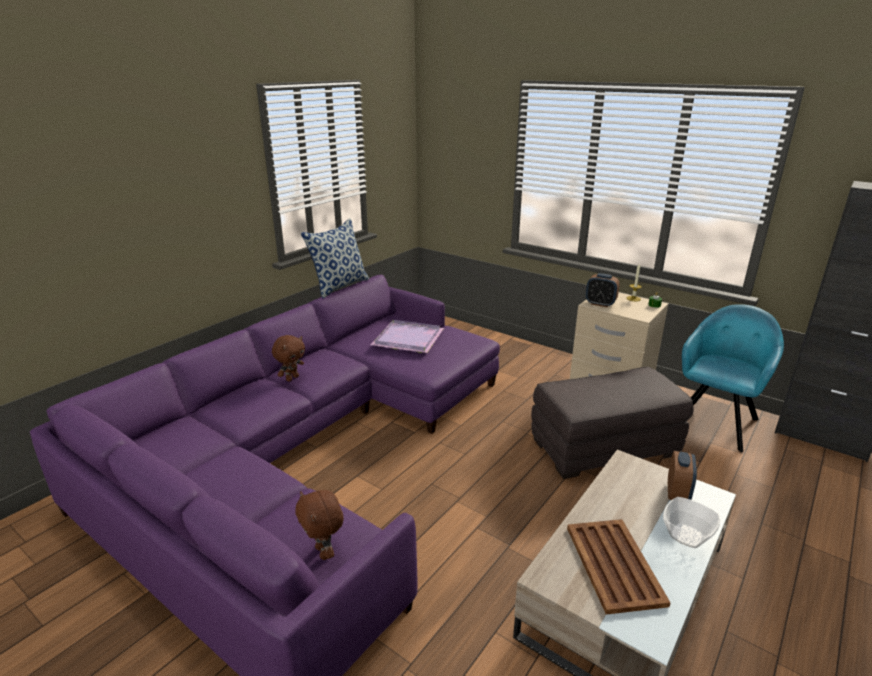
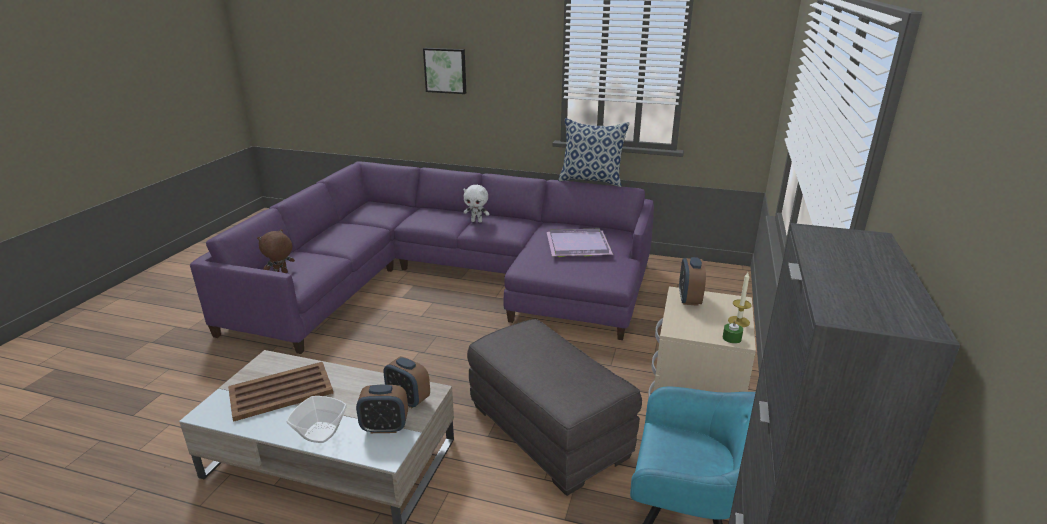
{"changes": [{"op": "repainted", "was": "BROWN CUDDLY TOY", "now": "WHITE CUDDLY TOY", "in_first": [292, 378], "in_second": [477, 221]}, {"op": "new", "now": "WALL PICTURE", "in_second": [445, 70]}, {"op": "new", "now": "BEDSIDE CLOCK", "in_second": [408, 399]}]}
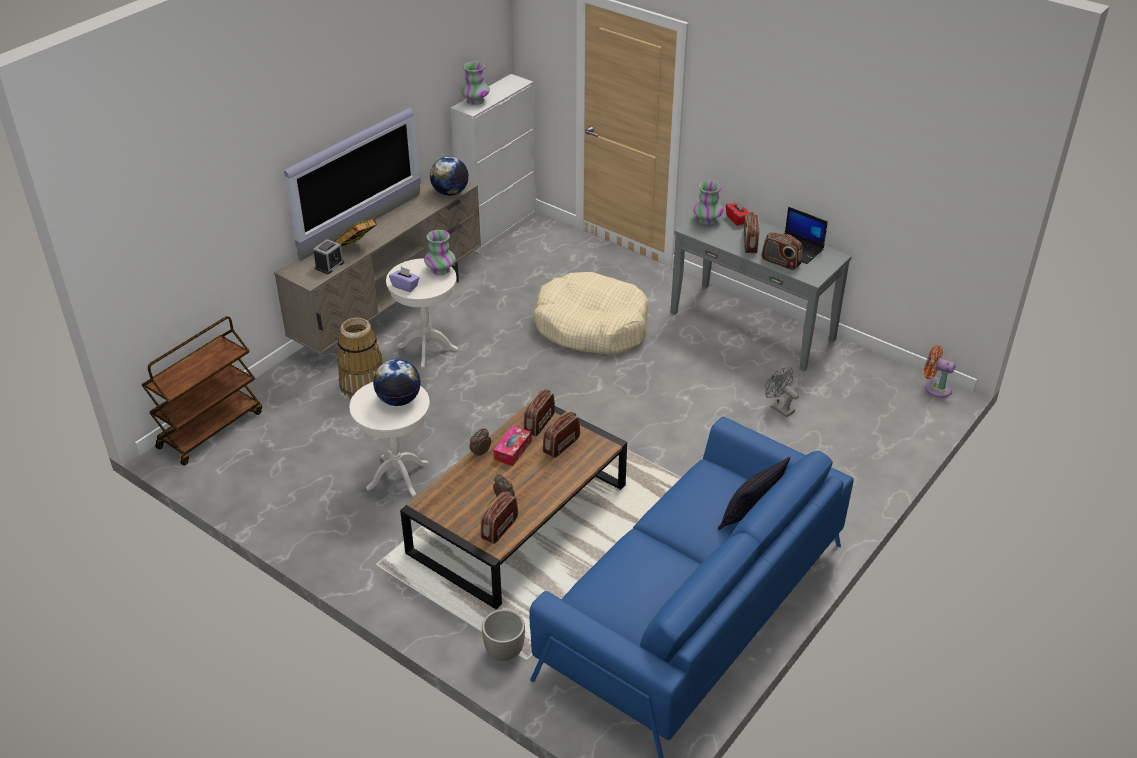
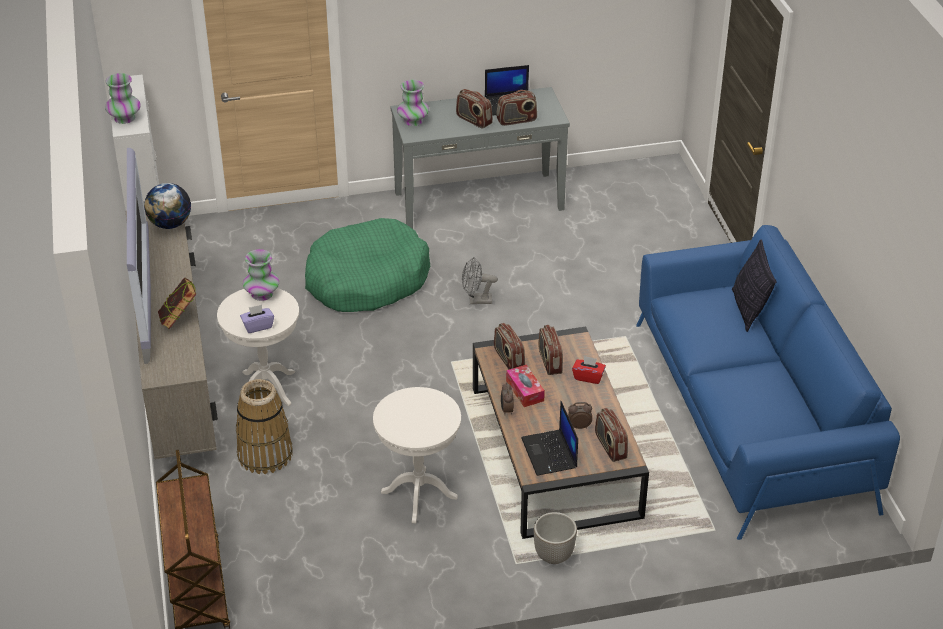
{"changes": [{"op": "shifted", "was": "RED-COLOURED TISSUE HOLDER", "in_first": [737, 219], "in_second": [588, 377]}, {"op": "gone", "was": "BEDSIDE CLOCK", "in_first": [329, 265]}, {"op": "repainted", "was": "BEIGE-COLOURED PET BED", "now": "GREEN PET BED", "in_first": [591, 326], "in_second": [366, 280]}, {"op": "gone", "was": "ORANGE FAN", "in_first": [935, 388]}, {"op": "gone", "was": "GLOBE", "in_first": [399, 400]}, {"op": "shifted", "was": "GRAY FAN", "in_first": [779, 408], "in_second": [476, 300]}, {"op": "shifted", "was": "FLOWER POT", "in_first": [505, 652], "in_second": [554, 555]}, {"op": "new", "now": "PORTABLE COMPUTER", "in_second": [550, 453]}]}
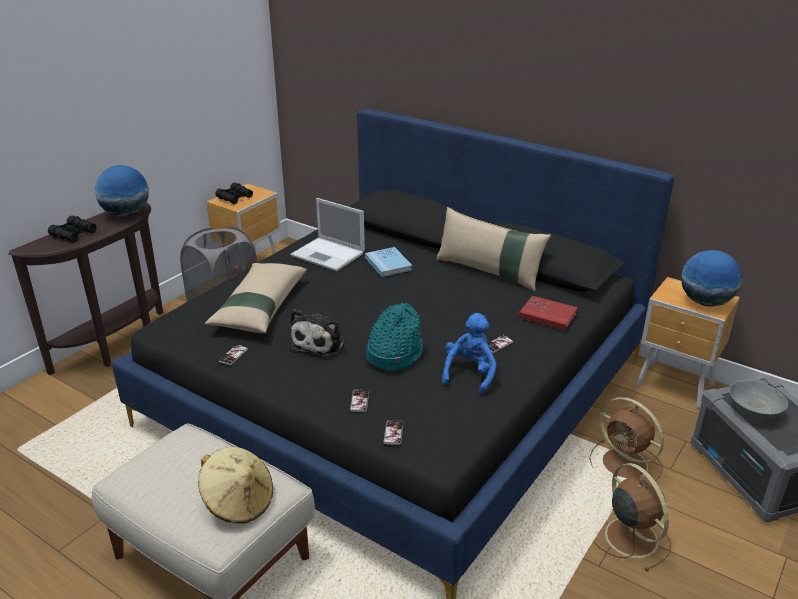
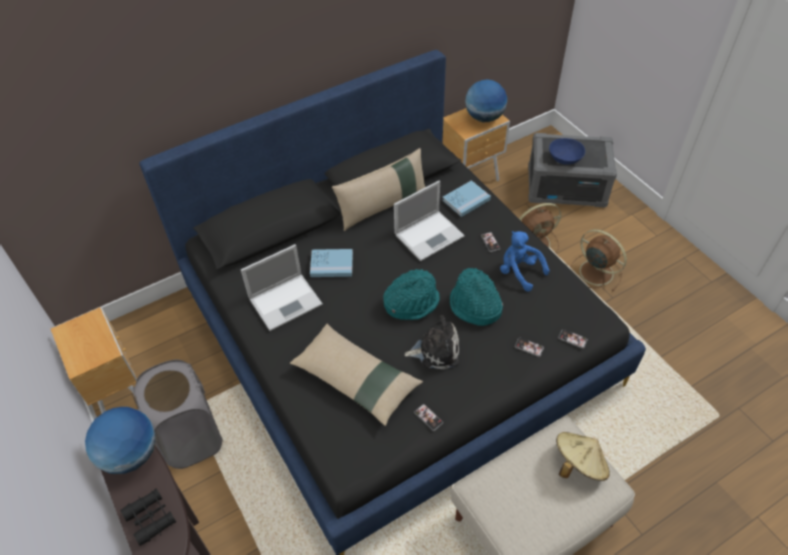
{"changes": [{"op": "gone", "was": "BLACK-COLOURED BINOCULARS", "in_first": [235, 197]}, {"op": "repainted", "was": "RED-COLOURED BOUND BOOK", "now": "BLUISH BOUND BOOK", "in_first": [547, 315], "in_second": [466, 200]}, {"op": "rotated", "was": "CUDDLY TOY", "in_first": [319, 342], "in_second": [435, 350], "clockwise": -45}, {"op": "repainted", "was": "GRAY DEEP DISH", "now": "BLUISH DEEP DISH", "in_first": [752, 411], "in_second": [565, 159]}, {"op": "rotated", "was": "BROWN FAN", "in_first": [629, 536], "in_second": [595, 271], "clockwise": 45}, {"op": "new", "now": "PORTABLE COMPUTER", "in_second": [430, 235]}, {"op": "new", "now": "TURQUOISE CLOTHING HAT", "in_second": [411, 302]}]}
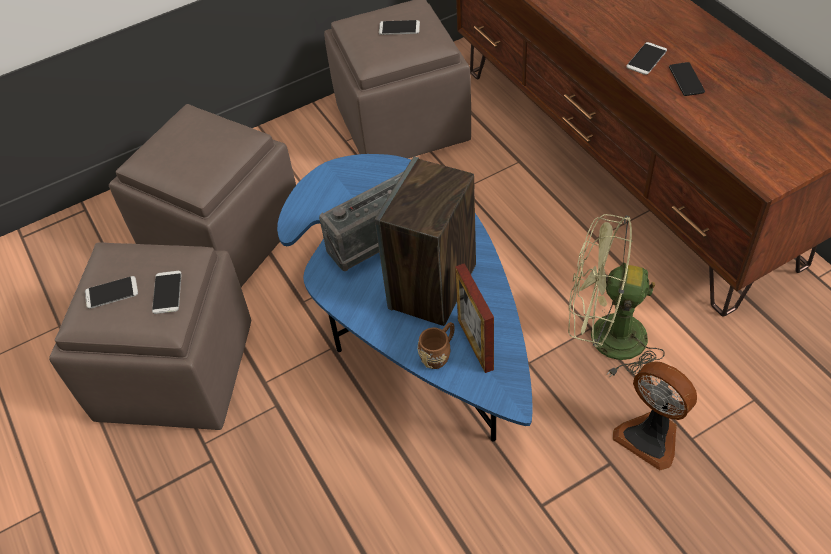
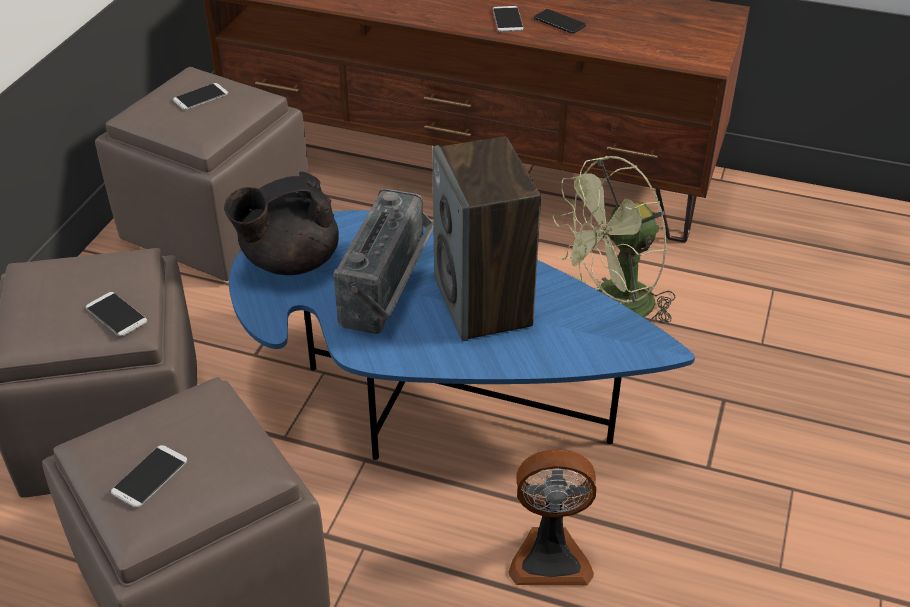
{"changes": [{"op": "gone", "was": "PHOTO FRAME", "in_first": [475, 344]}, {"op": "shifted", "was": "TELEPHONE", "in_first": [167, 292], "in_second": [116, 315]}, {"op": "gone", "was": "BROWN COFFEE MUG", "in_first": [439, 354]}, {"op": "shifted", "was": "FAN", "in_first": [650, 436], "in_second": [550, 556]}, {"op": "new", "now": "BLACK-COLOURED TEA POT", "in_second": [289, 262]}]}
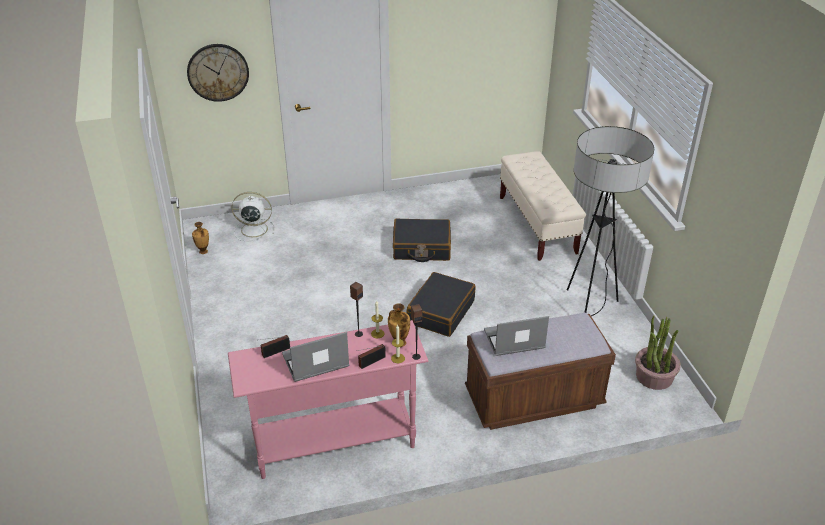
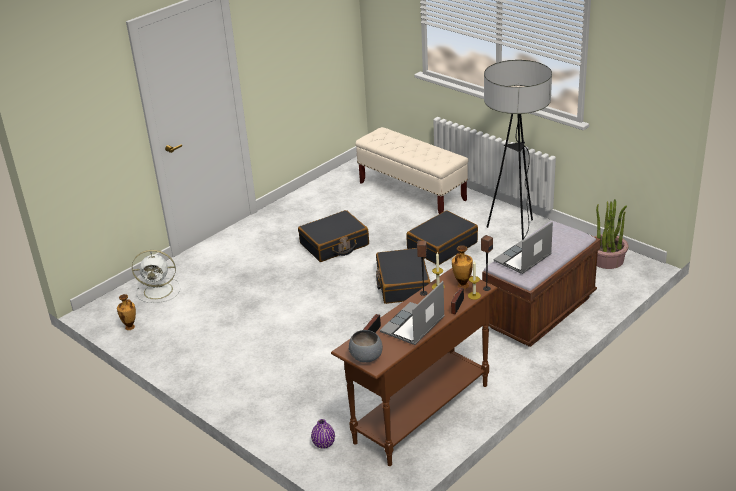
{"changes": [{"op": "gone", "was": "WALL CLOCK", "in_first": [218, 72]}, {"op": "rotated", "was": "WHITE FAN", "in_first": [253, 229], "in_second": [159, 291], "clockwise": -150}, {"op": "repainted", "was": "PINK-COLOURED NARROW TABLE", "now": "BROWN NARROW TABLE", "in_first": [334, 443], "in_second": [421, 413]}, {"op": "new", "now": "BLACK-COLOURED TRAVEL CASE", "in_second": [442, 246]}, {"op": "new", "now": "GRAY DEEP DISH", "in_second": [366, 357]}, {"op": "new", "now": "PURPLISH DECORATIVE VASE", "in_second": [323, 444]}]}
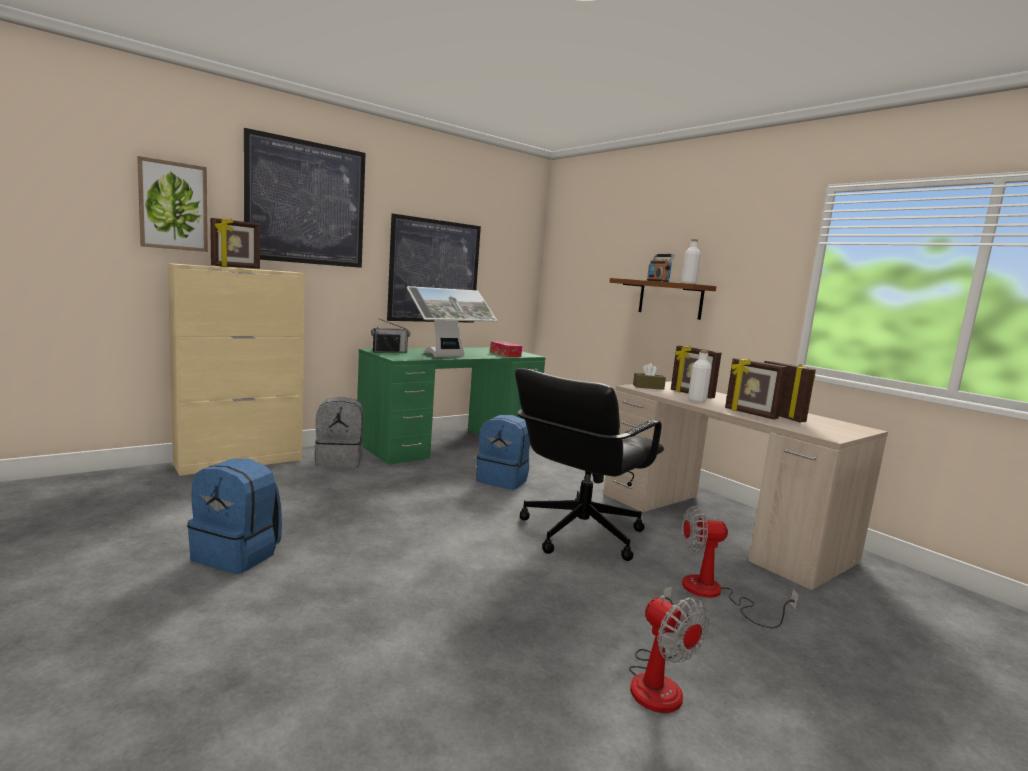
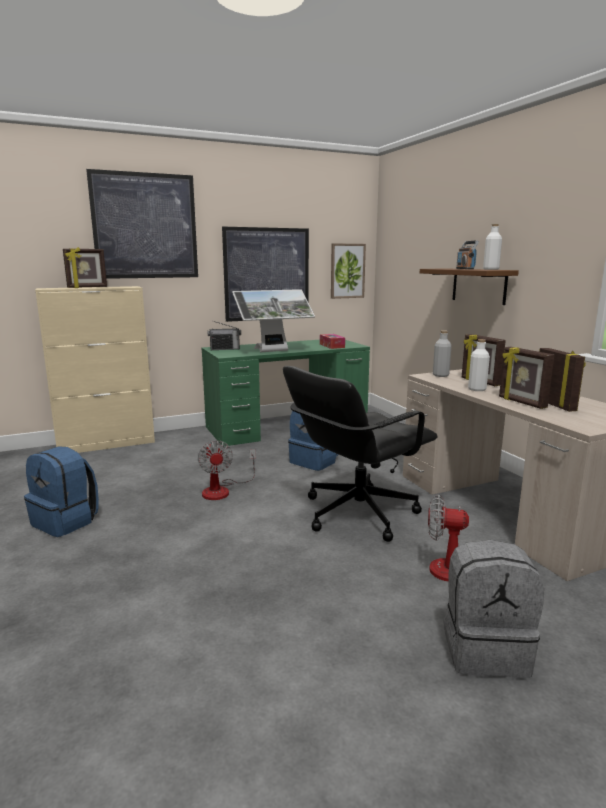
{"changes": [{"op": "shifted", "was": "WALL PICTURE", "in_first": [173, 206], "in_second": [347, 271]}, {"op": "swapped", "was": "BROWN TISSUE HOLDER", "now": "GRAY DRINK BOTTLE", "in_first": [648, 387], "in_second": [440, 375]}, {"op": "shifted", "was": "GRAY BACKPACK", "in_first": [339, 461], "in_second": [485, 649]}, {"op": "shifted", "was": "FAN", "in_first": [658, 681], "in_second": [222, 490]}]}
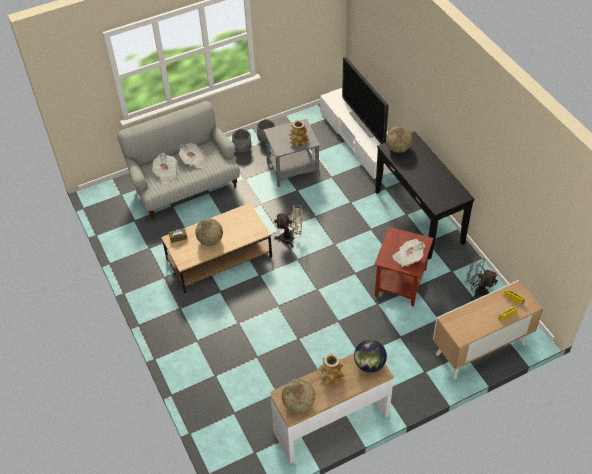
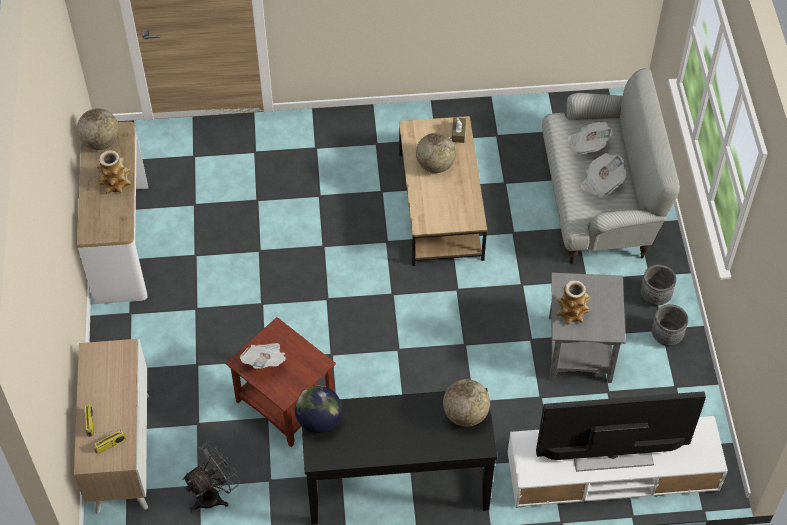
{"changes": [{"op": "gone", "was": "BEIGE-COLOURED FAN", "in_first": [291, 238]}, {"op": "shifted", "was": "GLOBE", "in_first": [369, 364], "in_second": [319, 420]}]}
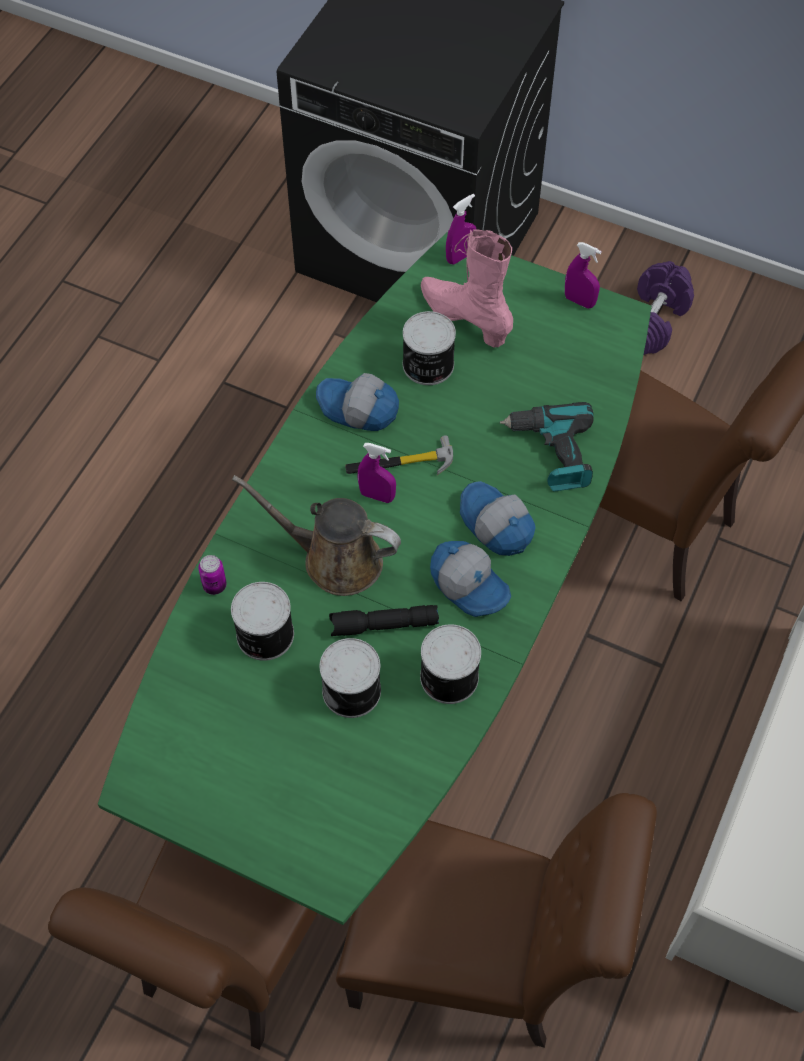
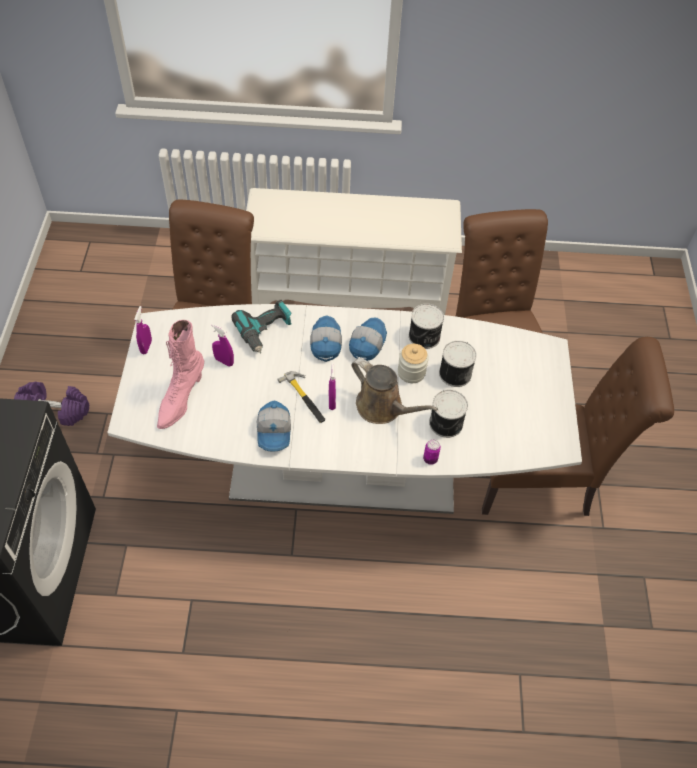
{"changes": [{"op": "shifted", "was": "PURPLISH HAND SPRAYER", "in_first": [460, 256], "in_second": [224, 361]}, {"op": "repainted", "was": "GREEN KITCHEN TABLE", "now": "WHITE KITCHEN TABLE", "in_first": [401, 653], "in_second": [344, 467]}, {"op": "gone", "was": "METAL CAN", "in_first": [427, 365]}, {"op": "rotated", "was": "BROWN SPRINKLING CAN", "in_first": [334, 559], "in_second": [383, 407], "clockwise": -45}, {"op": "rotated", "was": "BASEBALL CAP", "in_first": [495, 525], "in_second": [325, 343], "clockwise": 150}, {"op": "swapped", "was": "BLACK-COLOURED HAND TORCH", "now": "JAR", "in_first": [383, 626], "in_second": [411, 372]}]}
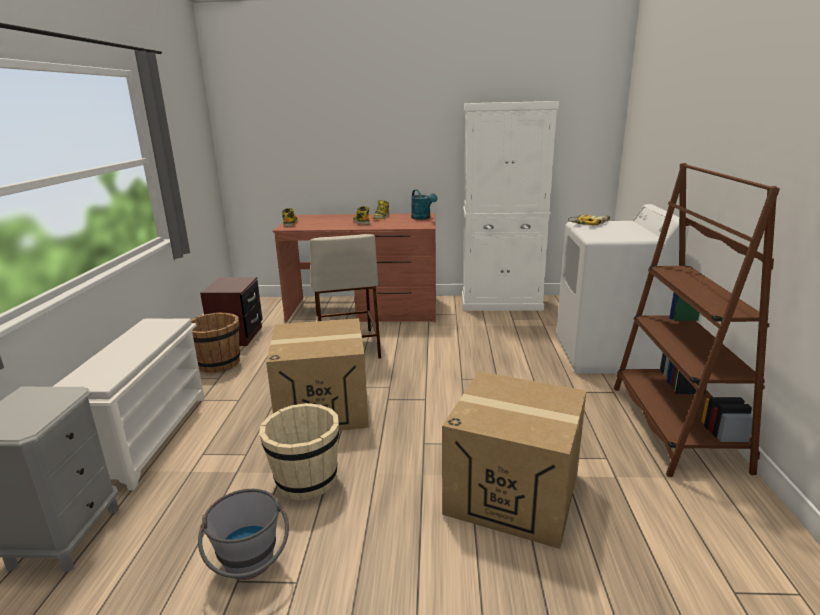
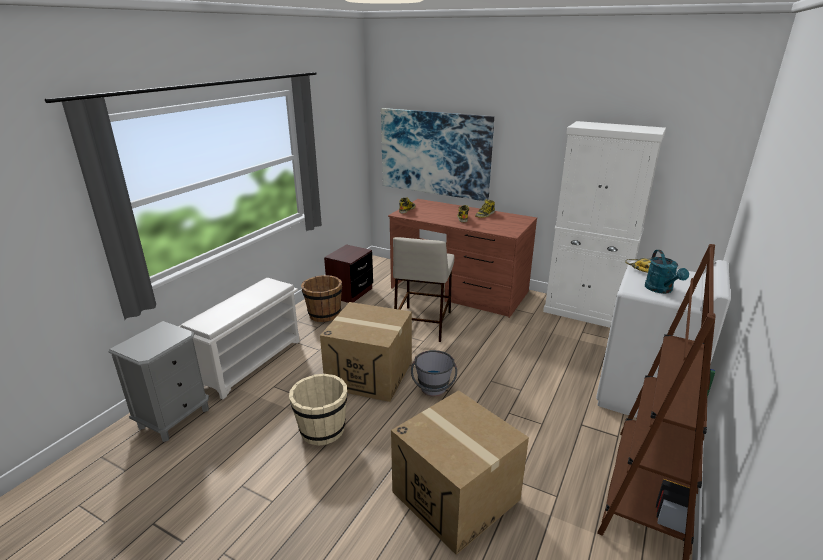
{"changes": [{"op": "shifted", "was": "TURQUOISE SPRINKLING CAN", "in_first": [423, 218], "in_second": [661, 290]}, {"op": "shifted", "was": "GRAY WATER BUCKET", "in_first": [250, 568], "in_second": [433, 392]}, {"op": "new", "now": "WALL PICTURE", "in_second": [435, 153]}]}
